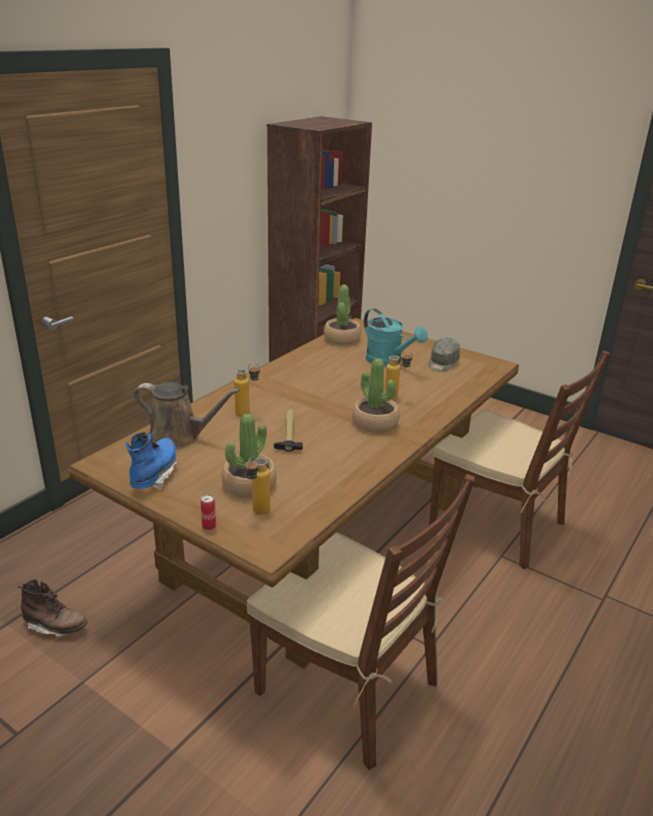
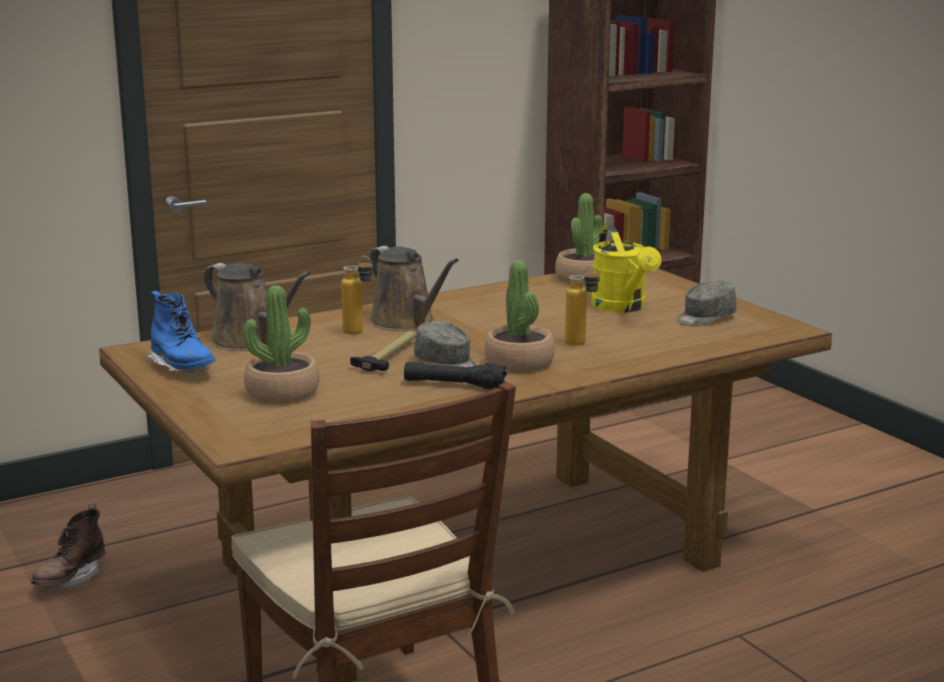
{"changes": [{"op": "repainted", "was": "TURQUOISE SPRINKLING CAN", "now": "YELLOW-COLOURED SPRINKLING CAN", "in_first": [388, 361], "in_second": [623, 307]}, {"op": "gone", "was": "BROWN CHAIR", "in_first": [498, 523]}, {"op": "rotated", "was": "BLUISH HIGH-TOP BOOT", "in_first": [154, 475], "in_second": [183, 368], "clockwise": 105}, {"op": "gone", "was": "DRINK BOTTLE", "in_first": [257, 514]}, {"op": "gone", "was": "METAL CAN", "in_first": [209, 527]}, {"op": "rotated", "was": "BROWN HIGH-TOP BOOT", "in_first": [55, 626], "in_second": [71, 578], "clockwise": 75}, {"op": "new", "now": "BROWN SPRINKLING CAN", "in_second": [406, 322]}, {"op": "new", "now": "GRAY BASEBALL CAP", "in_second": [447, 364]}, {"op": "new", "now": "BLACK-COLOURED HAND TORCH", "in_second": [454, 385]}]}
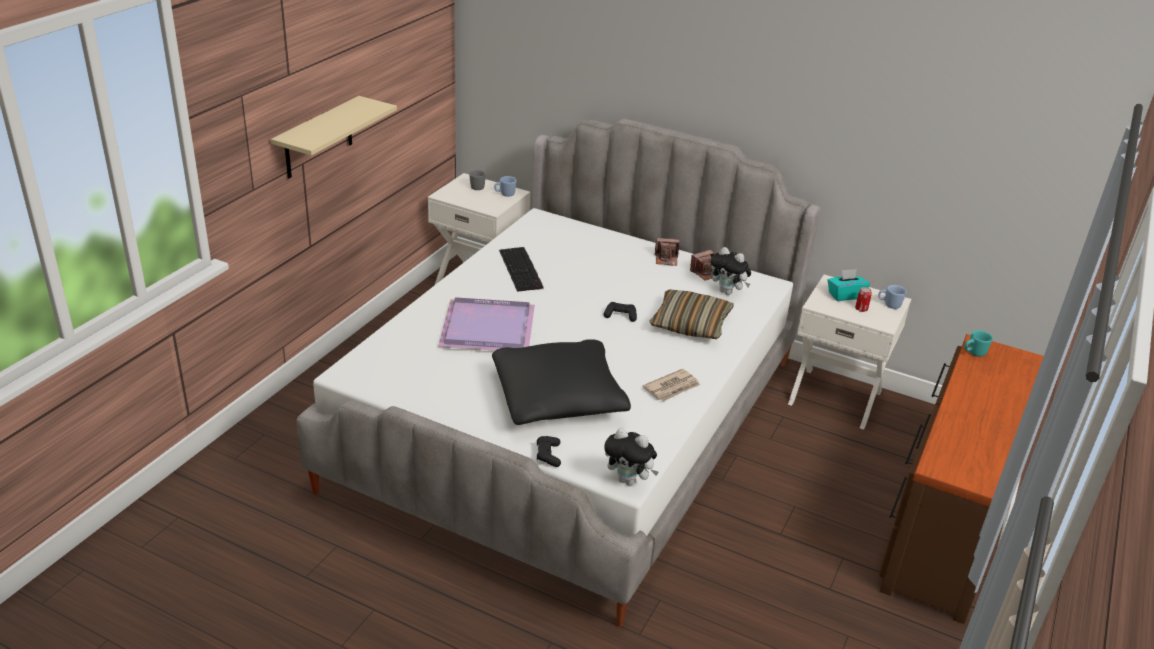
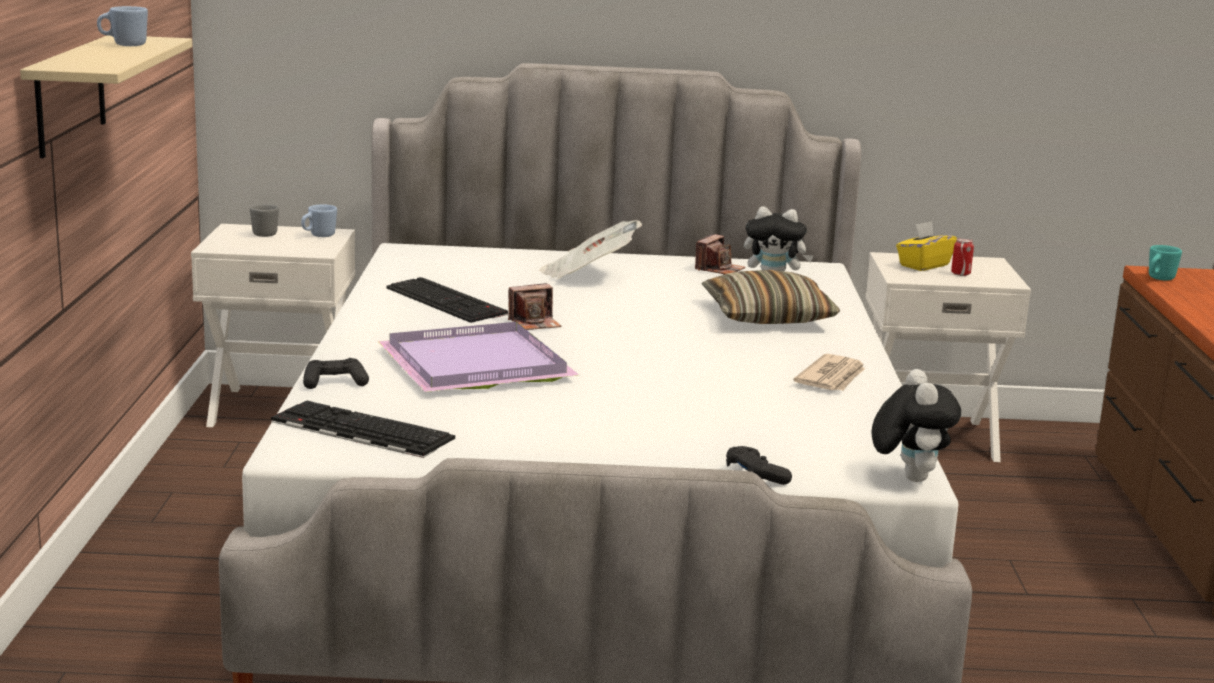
{"changes": [{"op": "shifted", "was": "PHOTO CAMERA", "in_first": [666, 259], "in_second": [535, 323]}, {"op": "repainted", "was": "TURQUOISE TISSUE HOLDER", "now": "YELLOW-COLOURED TISSUE HOLDER", "in_first": [845, 295], "in_second": [923, 265]}, {"op": "shifted", "was": "BLUISH COFFEE MUG", "in_first": [889, 305], "in_second": [123, 45]}, {"op": "shifted", "was": "BLACK-COLOURED JOYPAD", "in_first": [620, 316], "in_second": [334, 383]}, {"op": "gone", "was": "BLACK-COLOURED CUSHION", "in_first": [558, 398]}, {"op": "rotated", "was": "CUDDLY TOY", "in_first": [629, 480], "in_second": [908, 477], "clockwise": -90}, {"op": "new", "now": "NEWSPAPER", "in_second": [588, 275]}, {"op": "new", "now": "COMPUTER KEYBOARD", "in_second": [358, 430]}]}
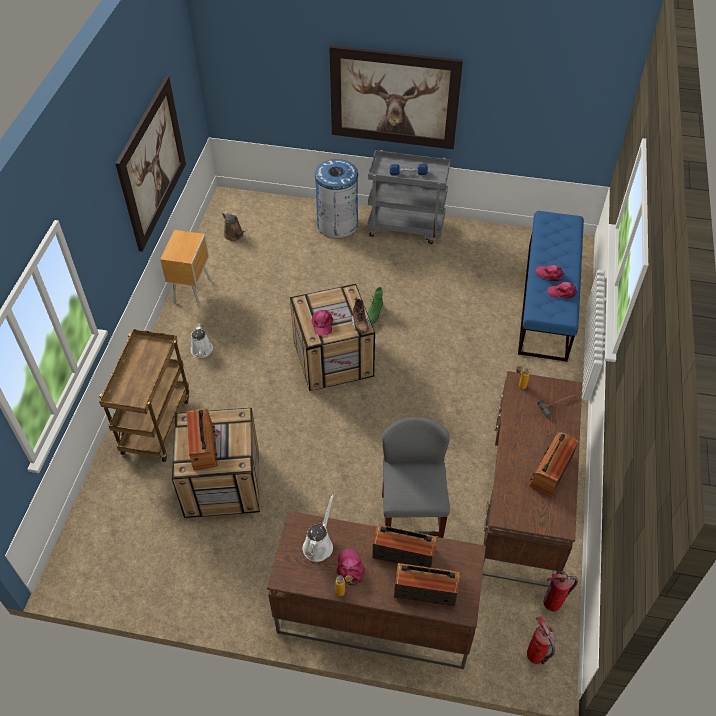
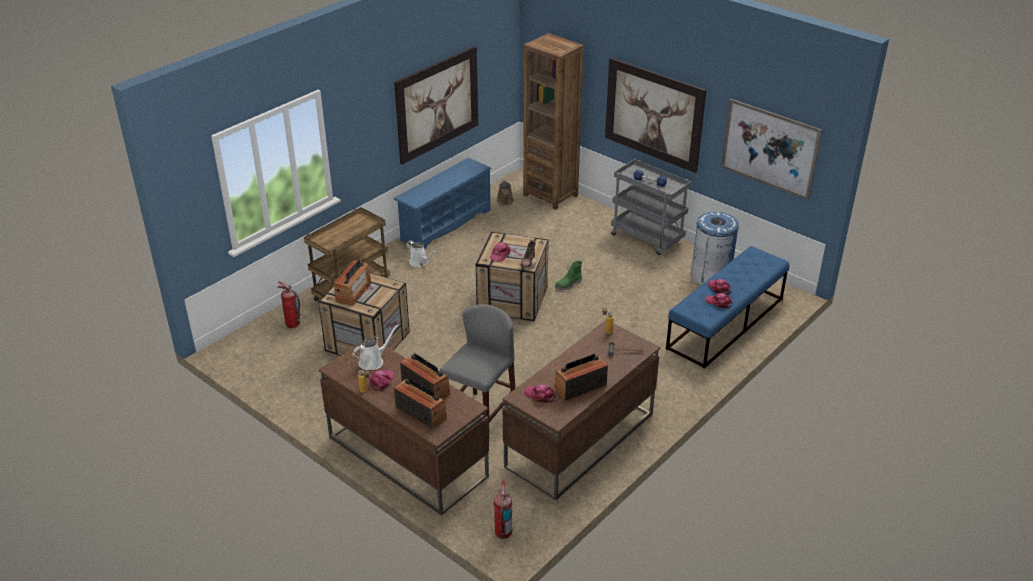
{"changes": [{"op": "shifted", "was": "BLUISH TRASH CAN", "in_first": [337, 224], "in_second": [710, 276]}, {"op": "swapped", "was": "BROWN NIGHTSTAND", "now": "BLUISH SHOE STAND", "in_first": [193, 290], "in_second": [445, 225]}, {"op": "rotated", "was": "WHITE SPRINKLING CAN", "in_first": [201, 351], "in_second": [420, 262], "clockwise": -75}, {"op": "shifted", "was": "FIRE-FIGHTING CYLINDER", "in_first": [552, 603], "in_second": [292, 324]}, {"op": "new", "now": "BROWN BOOKCASE", "in_second": [550, 195]}, {"op": "new", "now": "WALL PICTURE", "in_second": [769, 148]}, {"op": "new", "now": "PINK-COLOURED BASEBALL CAP", "in_second": [540, 395]}]}
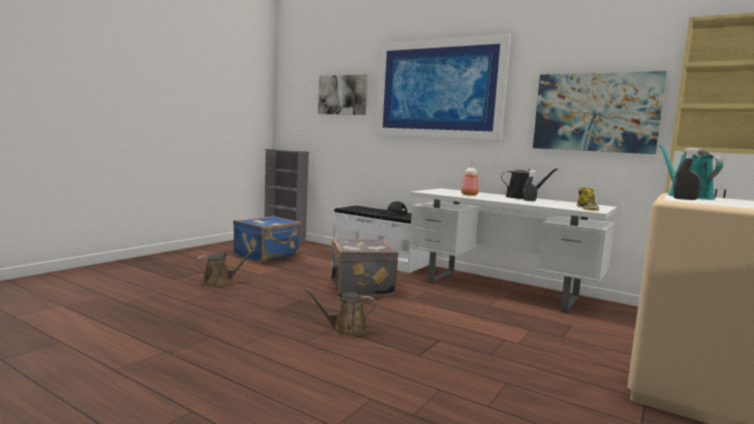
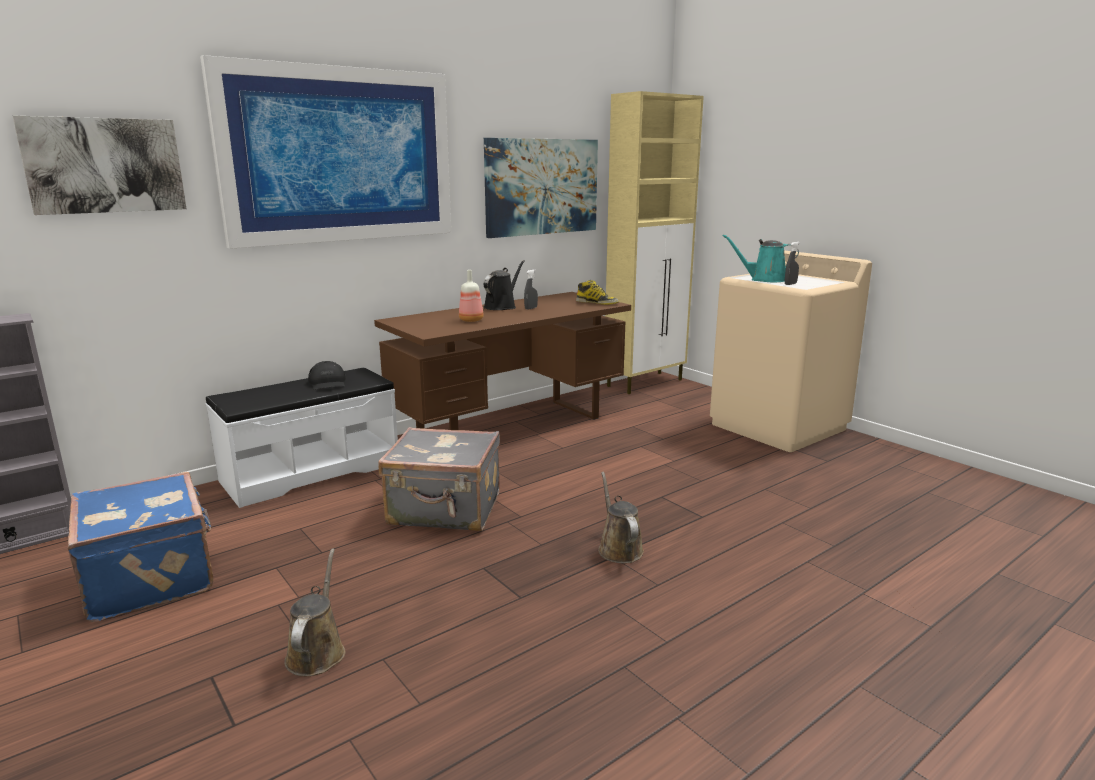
{"changes": [{"op": "repainted", "was": "WHITE DESK TABLE", "now": "BROWN DESK TABLE", "in_first": [501, 290], "in_second": [510, 427]}, {"op": "rotated", "was": "BROWN SPRINKLING CAN", "in_first": [345, 329], "in_second": [618, 548], "clockwise": 150}]}
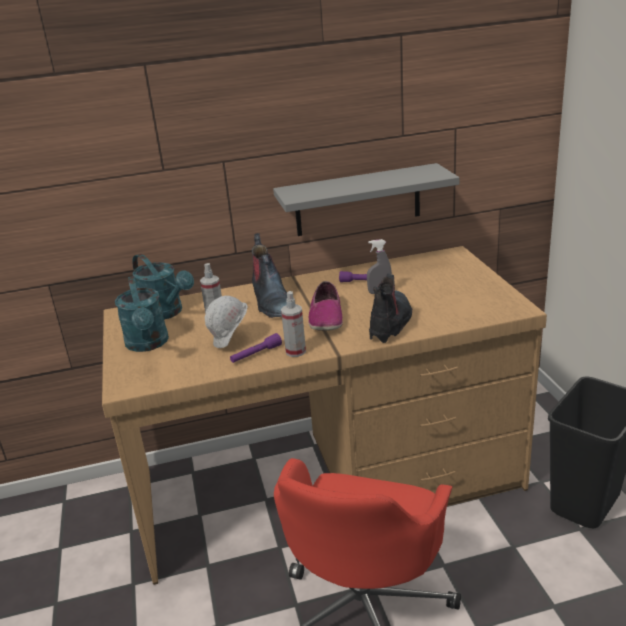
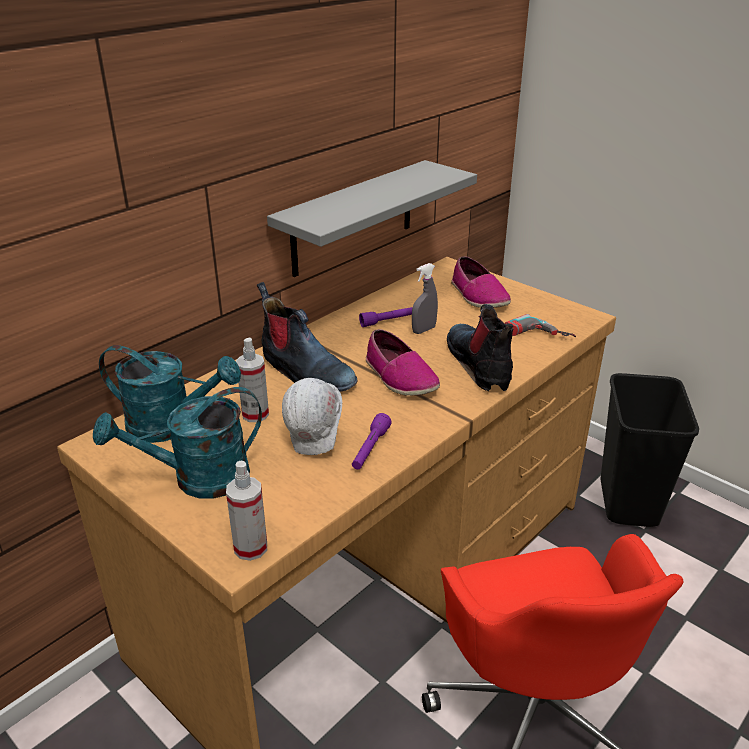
{"changes": [{"op": "rotated", "was": "TURQUOISE SPRINKLING CAN", "in_first": [148, 344], "in_second": [198, 479], "clockwise": 120}, {"op": "shifted", "was": "HAND SPRAYER", "in_first": [295, 351], "in_second": [250, 548]}, {"op": "new", "now": "SHOE", "in_second": [478, 296]}, {"op": "new", "now": "POWER DRILL", "in_second": [533, 338]}]}
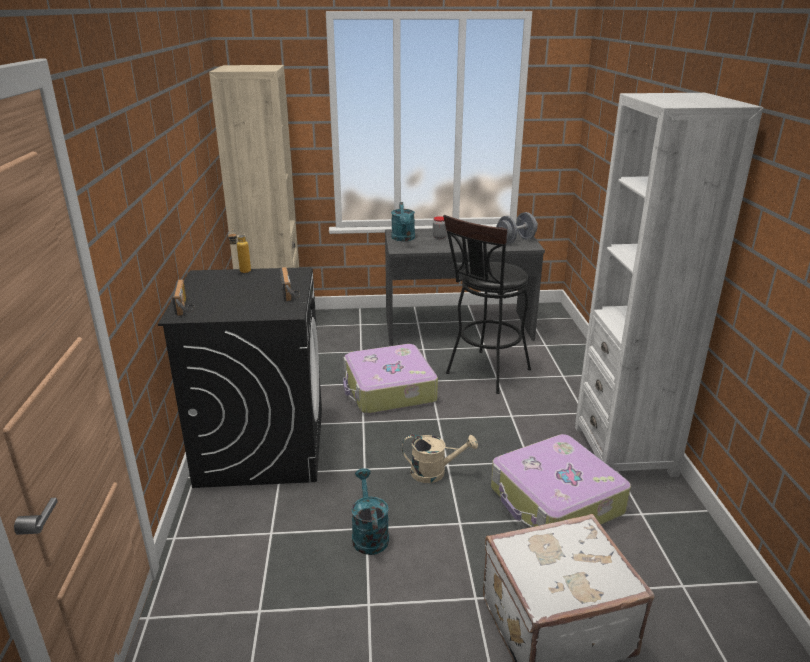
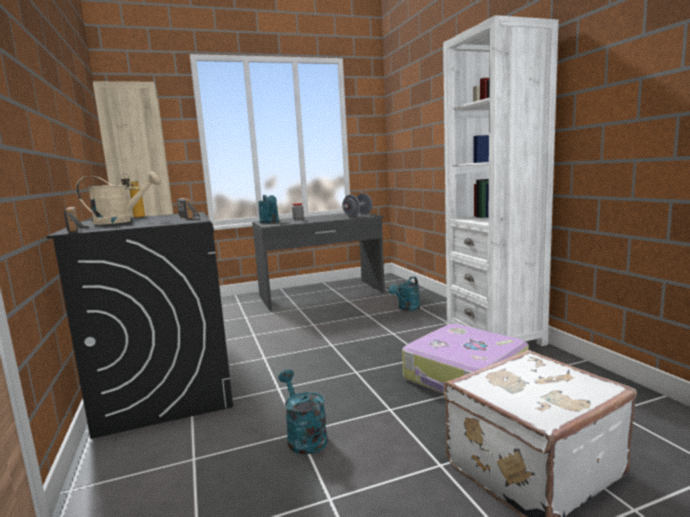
{"changes": [{"op": "gone", "was": "BLACK-COLOURED STOOL", "in_first": [484, 374]}, {"op": "gone", "was": "TRAVEL CASE", "in_first": [388, 390]}, {"op": "shifted", "was": "BEIGE-COLOURED SPRINKLING CAN", "in_first": [434, 472], "in_second": [121, 221]}, {"op": "new", "now": "TURQUOISE SPRINKLING CAN", "in_second": [407, 308]}]}
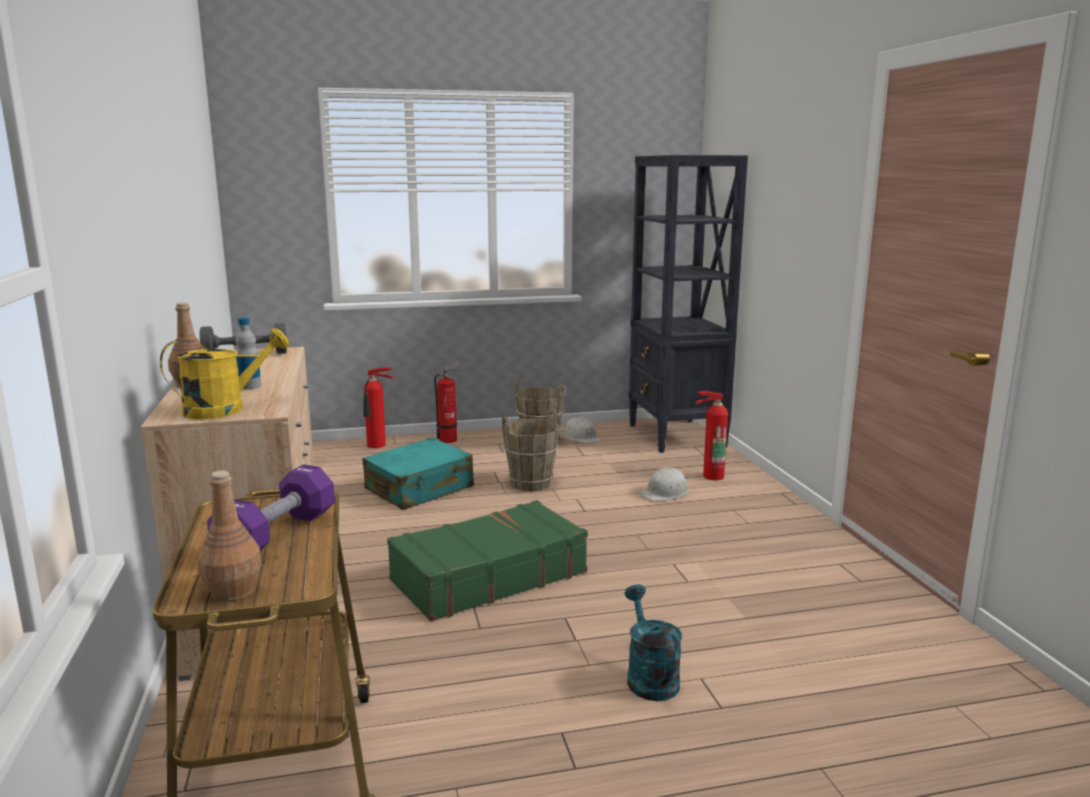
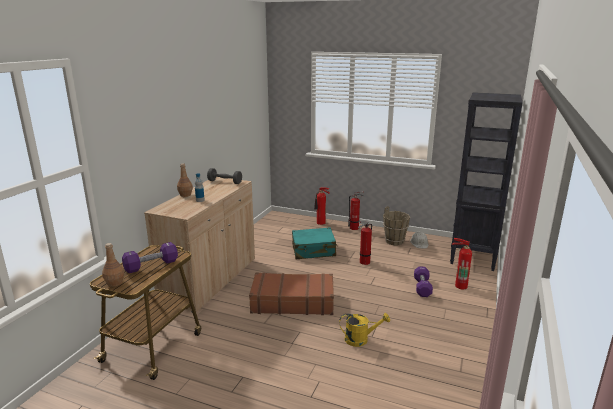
{"changes": [{"op": "shifted", "was": "YELLOW-COLOURED SPRINKLING CAN", "in_first": [225, 409], "in_second": [361, 339]}, {"op": "swapped", "was": "BROWN WATER BUCKET", "now": "FIRE-FIGHTING CYLINDER", "in_first": [531, 484], "in_second": [363, 262]}, {"op": "swapped", "was": "WHITE SAFETY HELMET", "now": "PURPLISH DUMBBELL", "in_first": [665, 493], "in_second": [422, 287]}, {"op": "repainted", "was": "GREEN TRAVEL CASE", "now": "BROWN TRAVEL CASE", "in_first": [488, 576], "in_second": [292, 302]}, {"op": "gone", "was": "TURQUOISE SPRINKLING CAN", "in_first": [649, 677]}]}
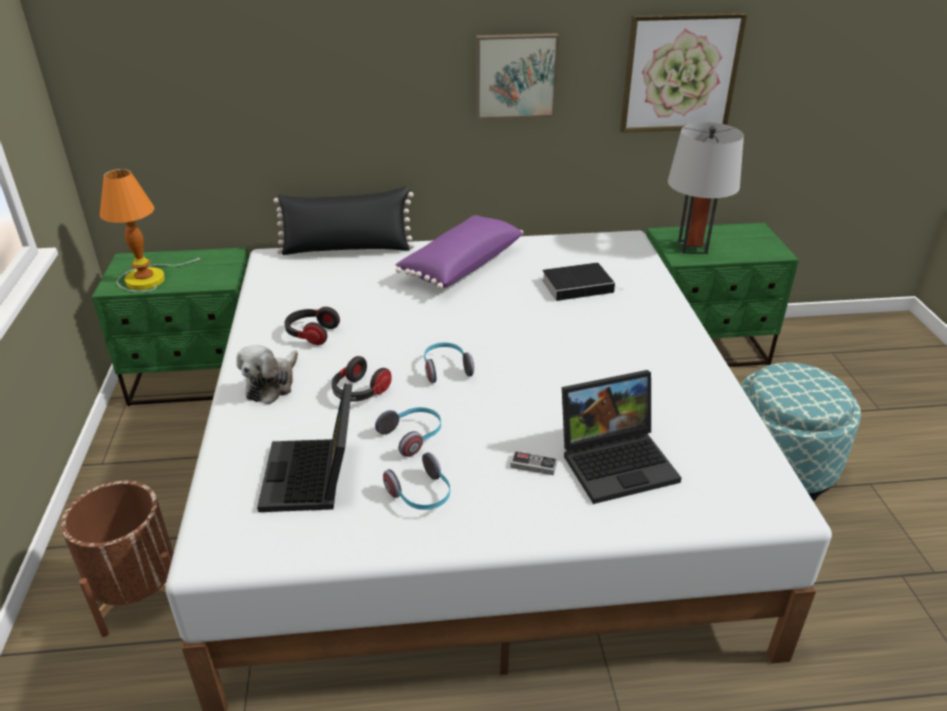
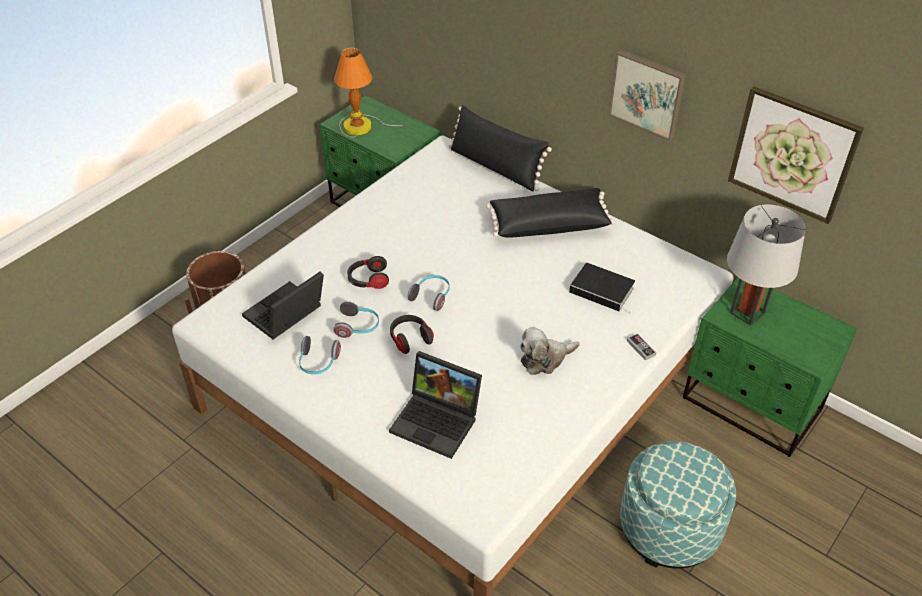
{"changes": [{"op": "repainted", "was": "PURPLISH CUSHION", "now": "BLACK-COLOURED CUSHION", "in_first": [460, 265], "in_second": [548, 224]}, {"op": "shifted", "was": "HEADPHONES", "in_first": [311, 334], "in_second": [410, 339]}, {"op": "shifted", "was": "CUDDLY TOY", "in_first": [272, 384], "in_second": [545, 359]}, {"op": "shifted", "was": "JOYPAD", "in_first": [533, 465], "in_second": [641, 348]}]}
